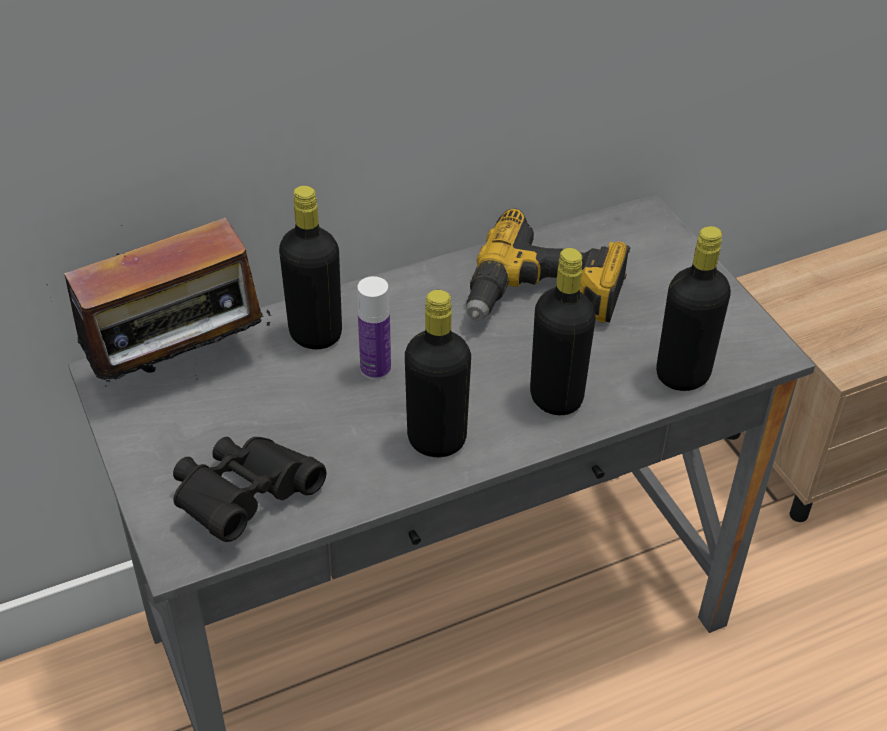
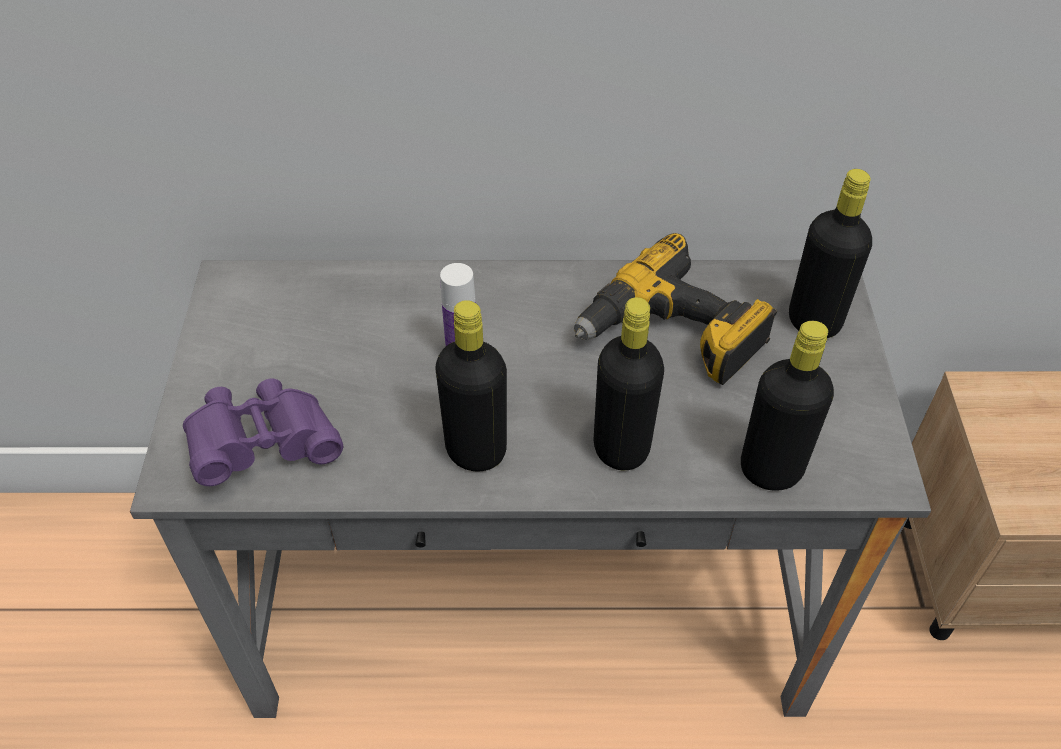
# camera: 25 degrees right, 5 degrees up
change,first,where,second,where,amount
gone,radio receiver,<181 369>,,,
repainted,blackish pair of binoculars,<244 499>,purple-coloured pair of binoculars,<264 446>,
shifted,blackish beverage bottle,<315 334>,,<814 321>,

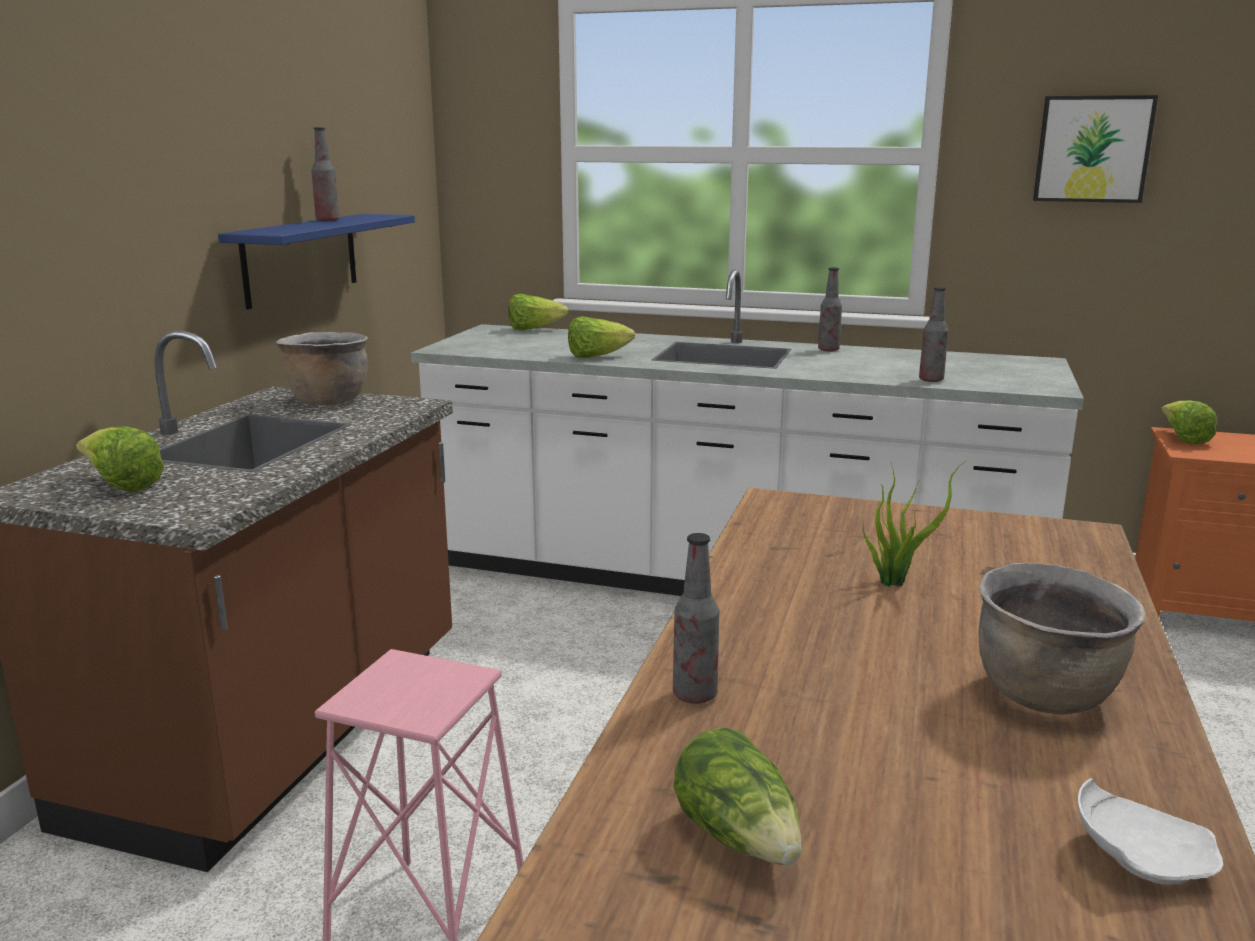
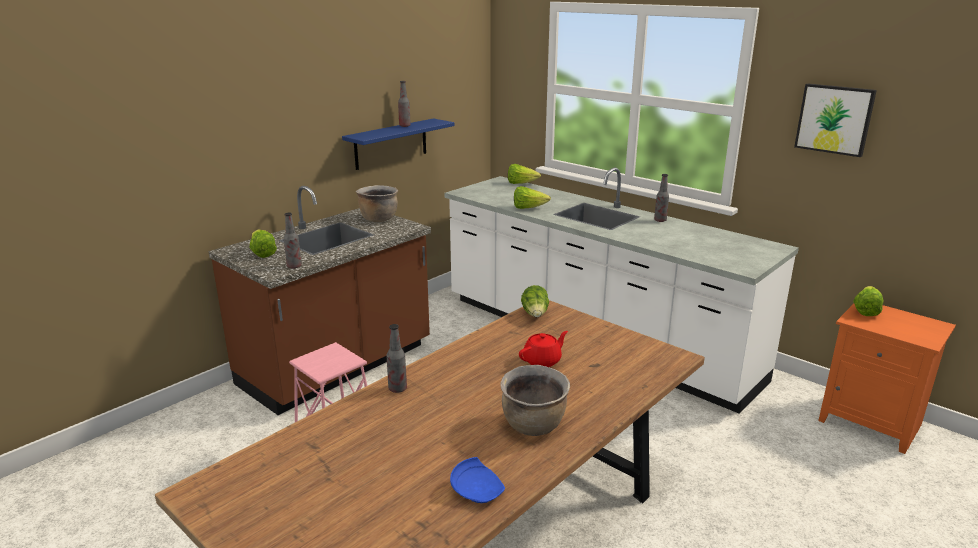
# camera: 25 degrees right, 5 degrees up
change,first,where,second,where,amount
shifted,lettuce,<739 837>,,<535 314>,
swapped,houseplant,<895 581>,red tea pot,<542 360>,
shifted,beverage bottle,<931 380>,,<294 266>,
repainted,white plate,<1139 857>,blue-coloured plate,<477 490>,

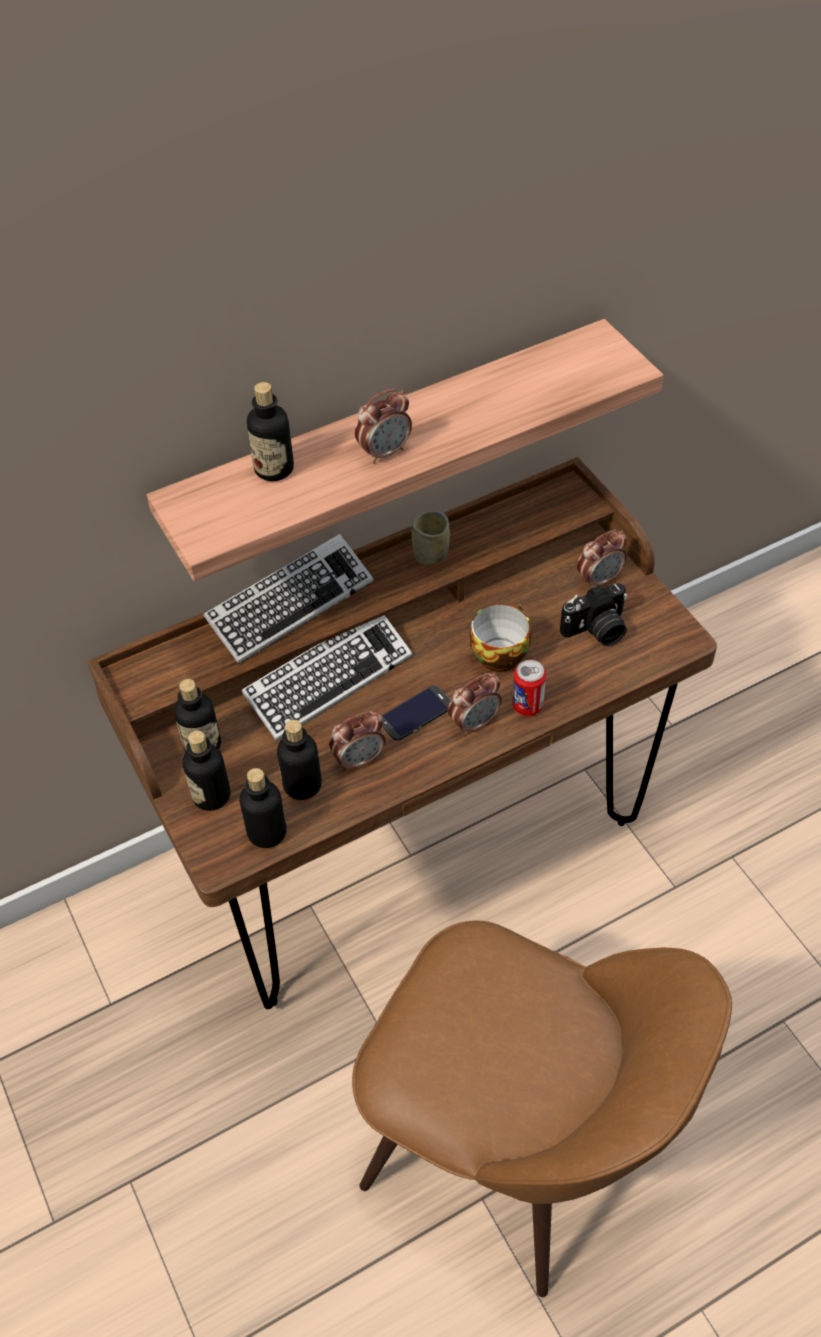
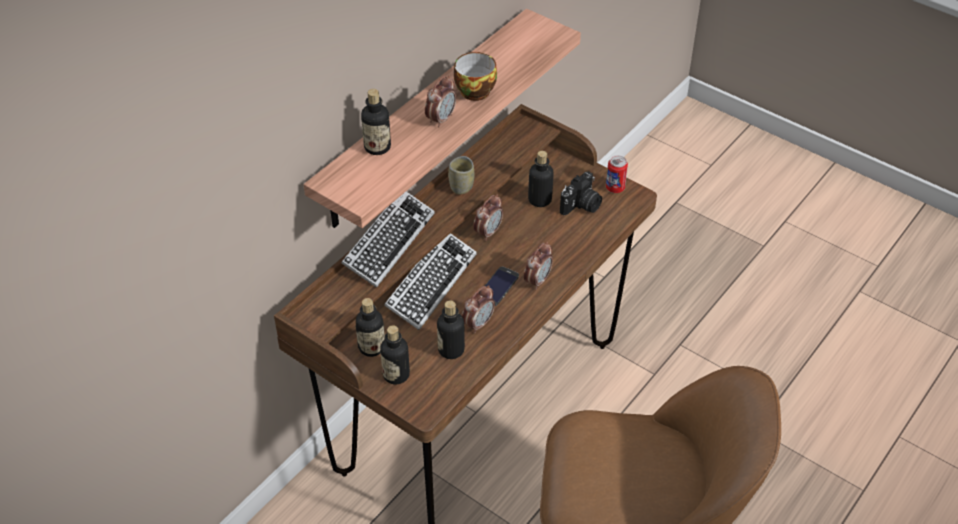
# camera: 25 degrees left, 5 degrees down
change,first,where,second,where,amount
shifted,beverage bottle,<267 832>,,<540 200>,
shifted,cup,<499 653>,,<474 90>,
shifted,sealed can,<527 706>,,<615 188>,
shifted,bedside clock,<599 579>,,<488 232>,

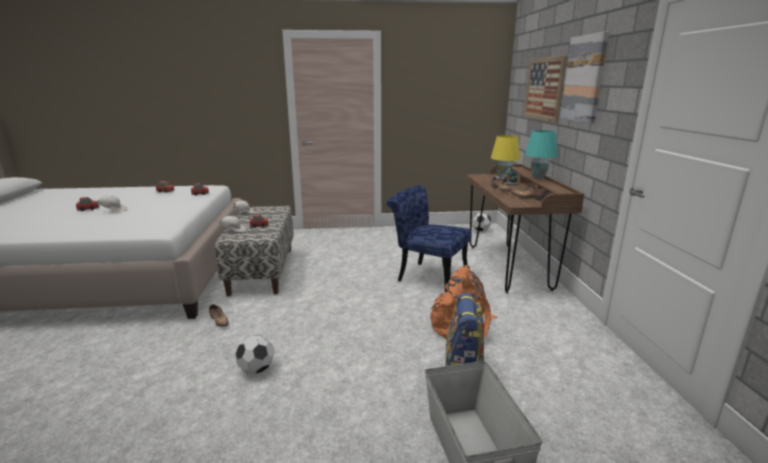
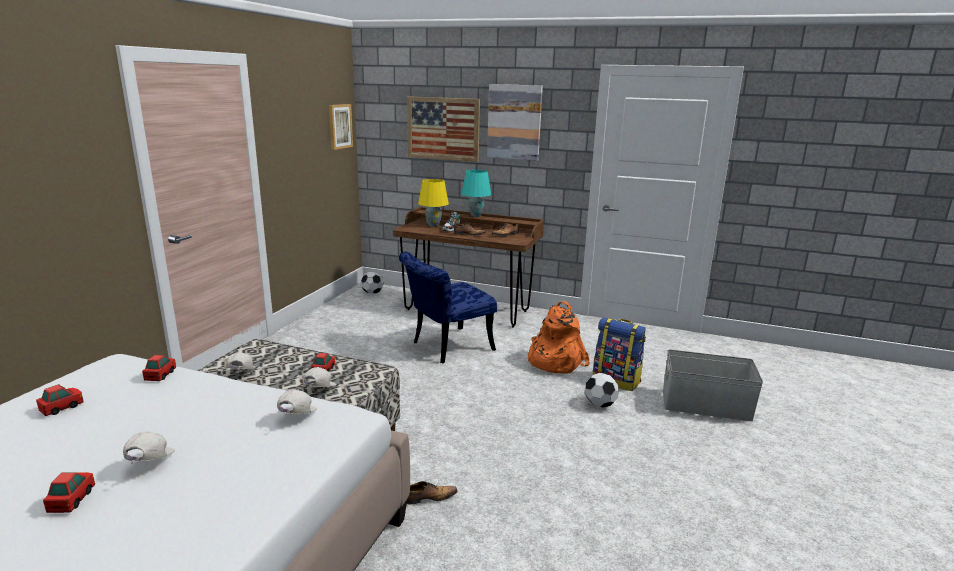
# camera: 65 degrees left, 0 degrees up
change,first,where,second,where,amount
shifted,football,<256 369>,,<599 404>,
new,,,white cap,<296 417>,
new,,,wall picture,<340 126>,

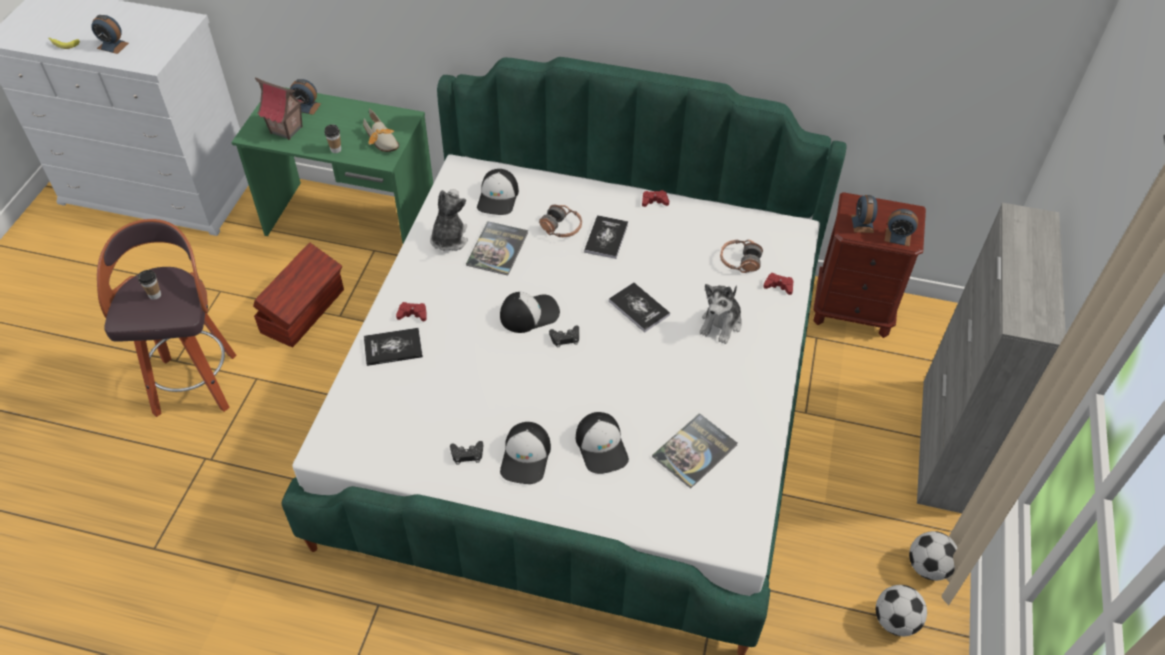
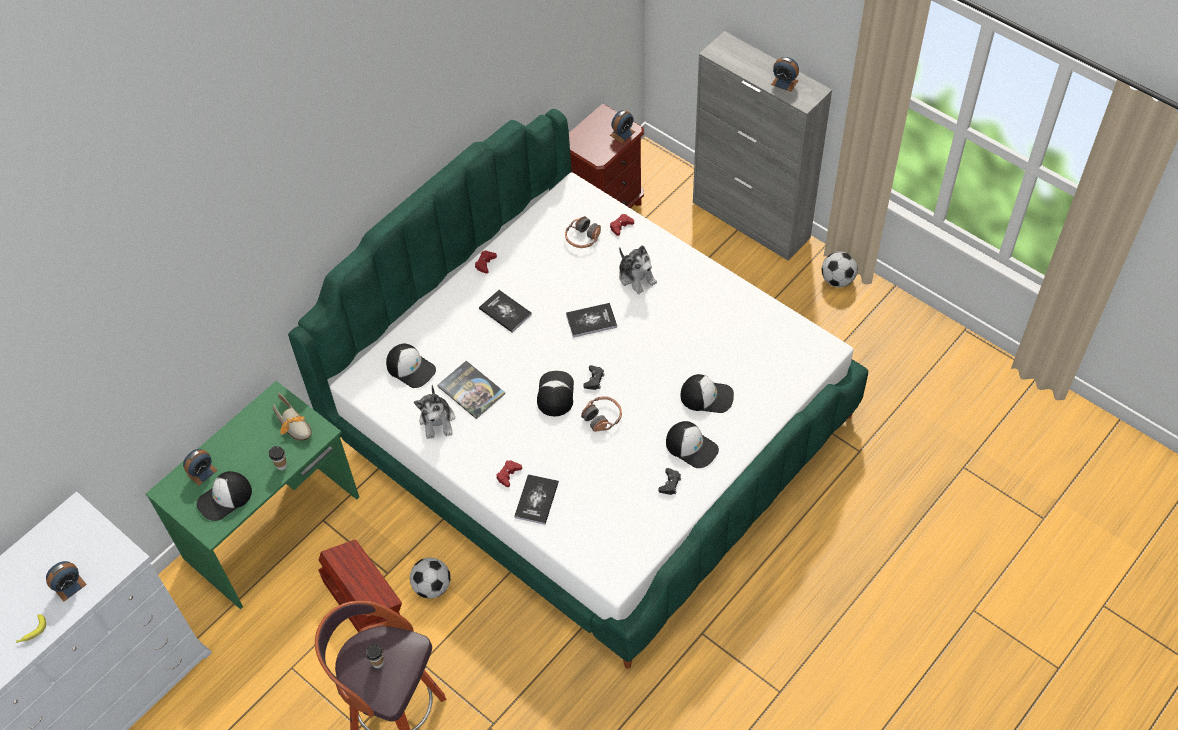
# camera: 60 degrees left, 5 degrees up
change,first,where,second,where,amount
swapped,model house,<286 130>,cap,<225 498>,
rotated,shoe,<382 140>,,<294 425>,60 degrees clockwise
rotated,cuddly toy,<449 239>,,<437 420>,135 degrees counterclockwise
shifted,headphones,<561 228>,,<602 417>,
gone,bound book,<694 451>,,,
shifted,bedside clock,<862 223>,,<784 82>,
shifted,football,<894 620>,,<432 587>,

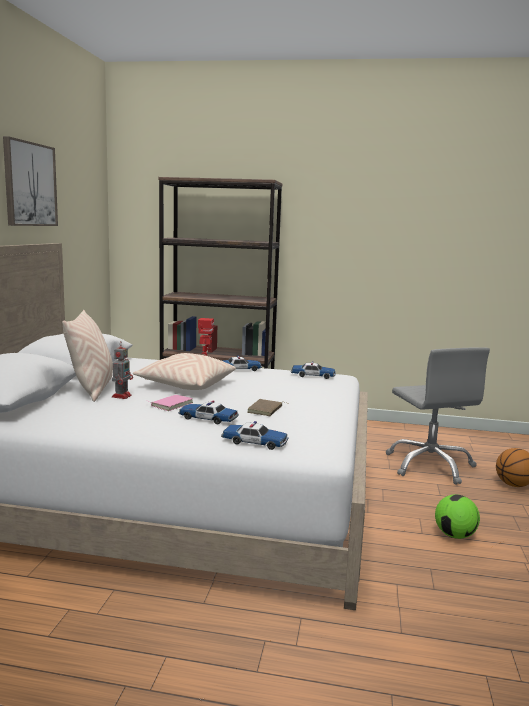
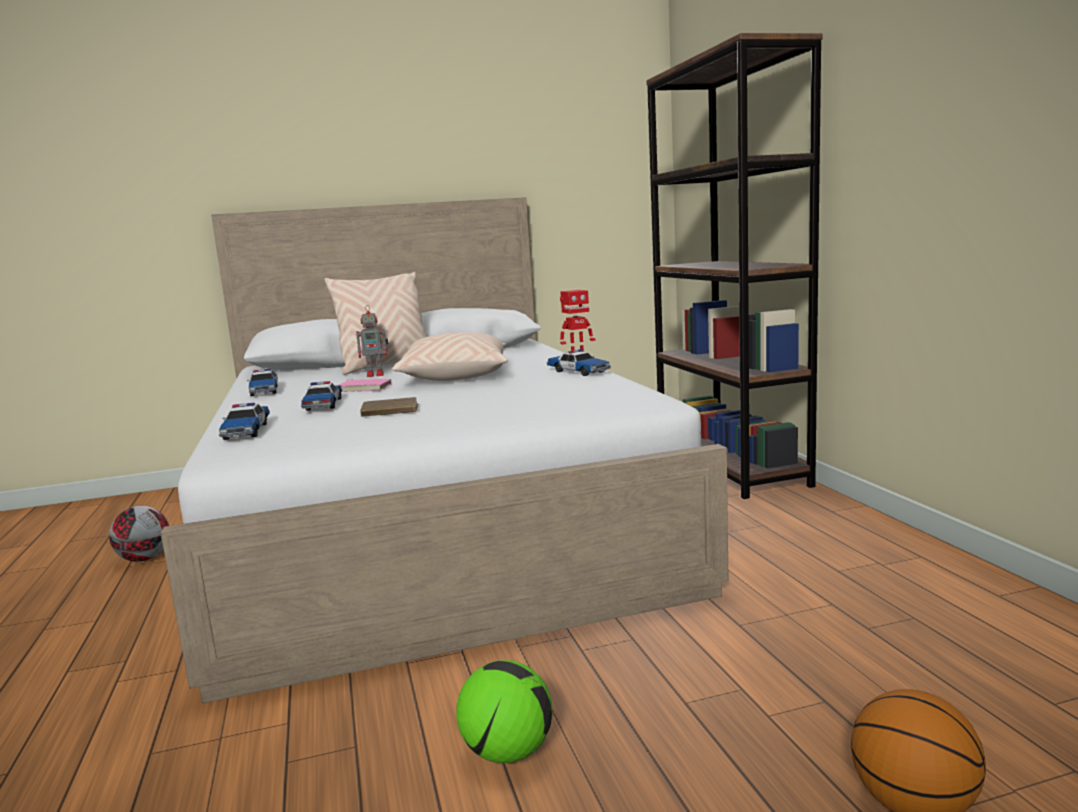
# camera: 65 degrees right, 0 degrees up
change,first,where,second,where,amount
gone,wall picture,<29 184>,,,
shifted,toy car,<313 375>,,<264 390>,
gone,gray desk chair,<430 465>,,,
new,,,football,<144 559>,

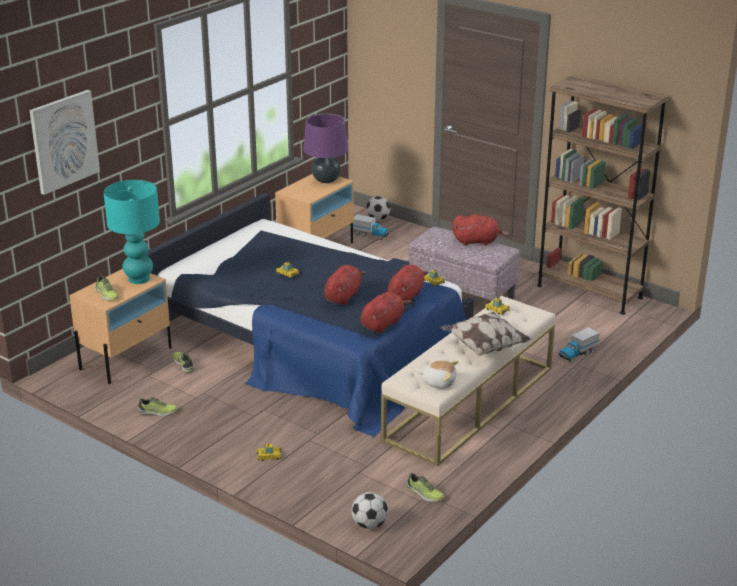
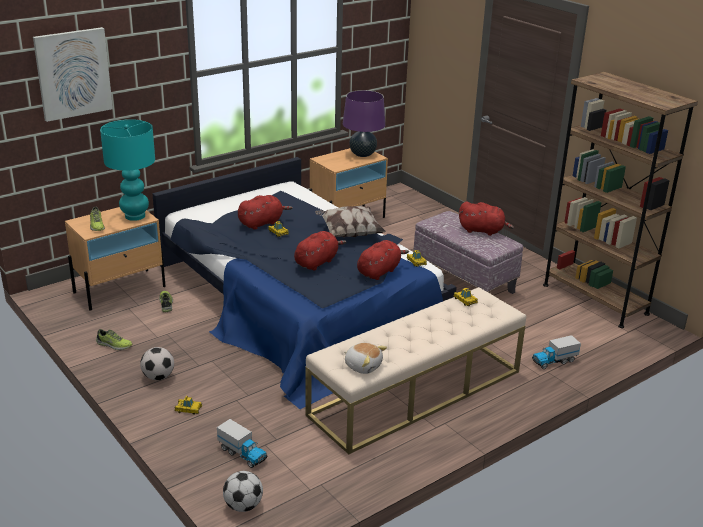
# camera: 15 degrees right, 0 degrees up
change,first,where,second,where,amount
shifted,toy lorry,<370 235>,,<243 454>,
shifted,red cuddly toy,<383 324>,,<262 223>,
shifted,football,<378 219>,,<158 377>,
gone,shoe,<424 494>,,,
shifted,cushion,<484 346>,,<349 233>,

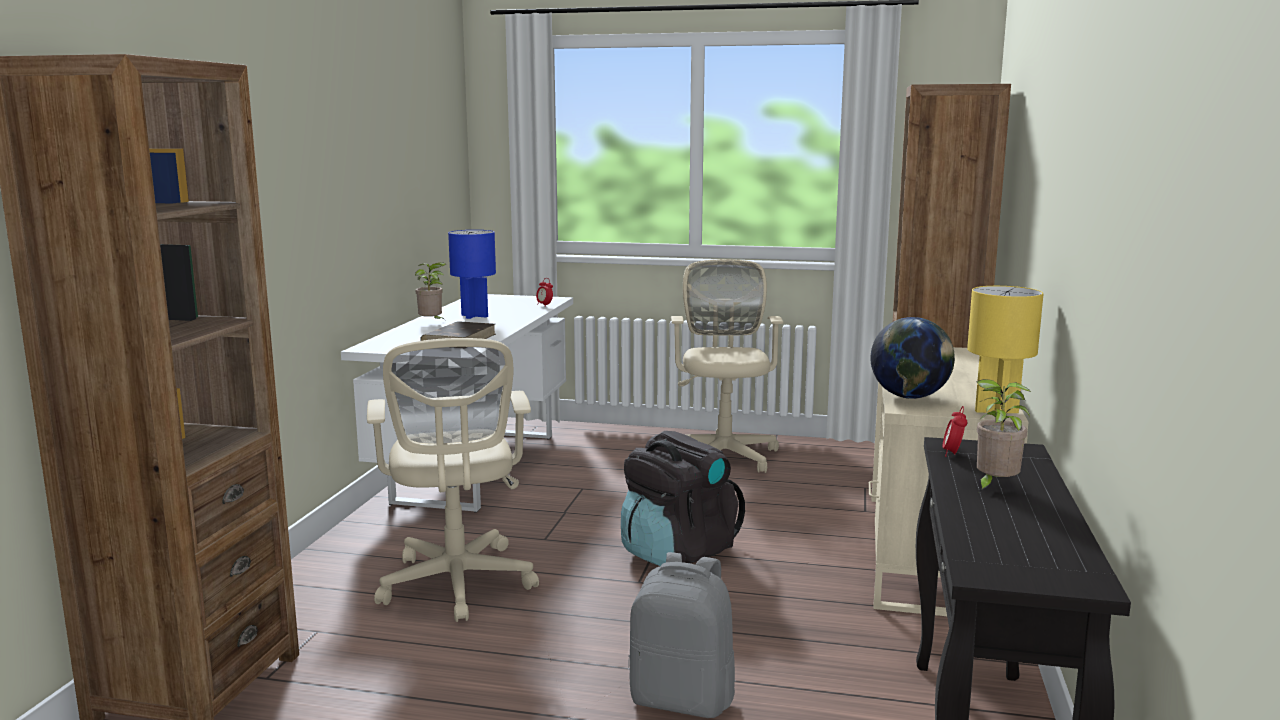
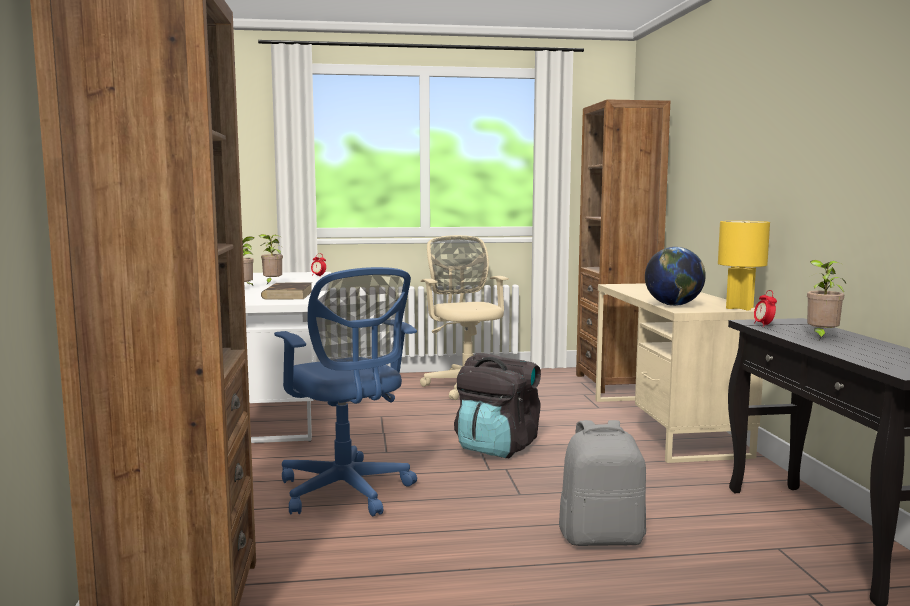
# camera: 20 degrees left, 5 degrees down
change,first,where,second,where,amount
repainted,beige-coloured desk chair,<457 586>,blue-coloured desk chair,<347 492>,
swapped,blue-coloured lamp for a table,<474 316>,houseplant,<272 283>,

